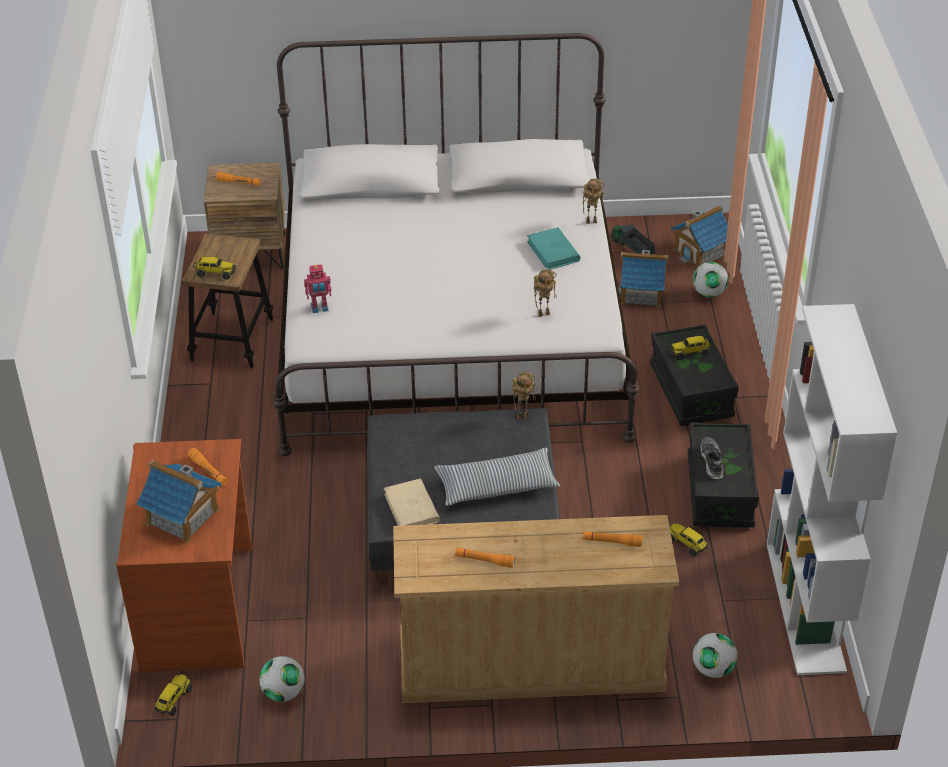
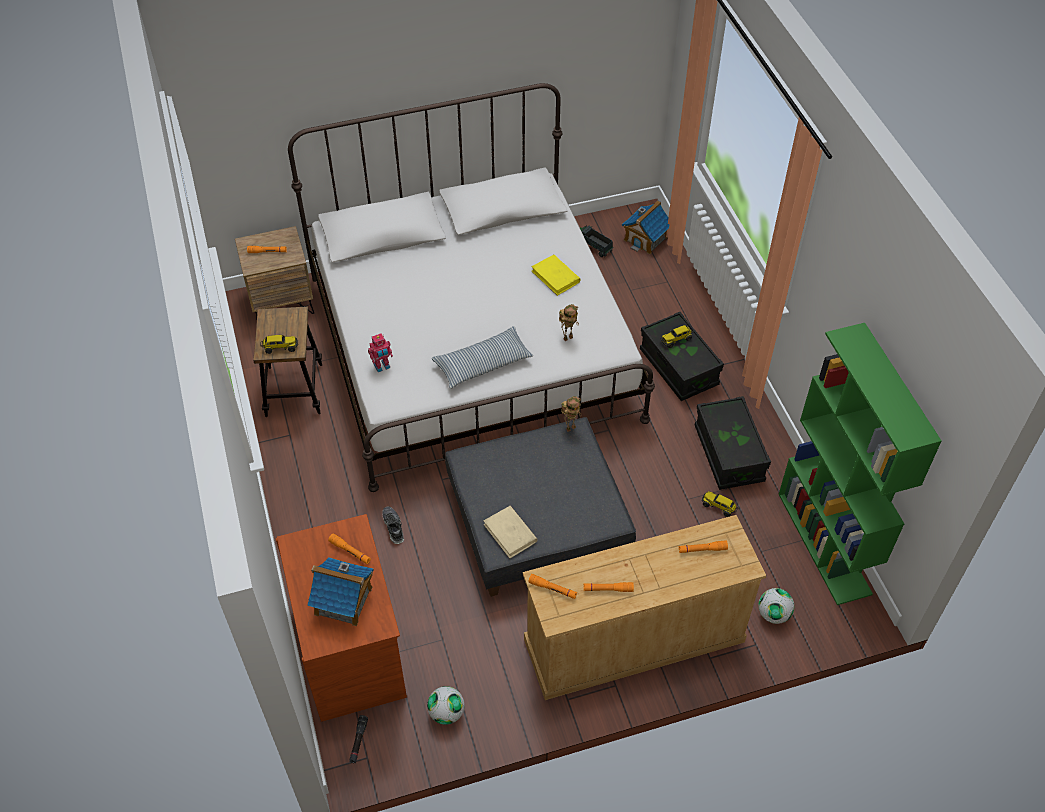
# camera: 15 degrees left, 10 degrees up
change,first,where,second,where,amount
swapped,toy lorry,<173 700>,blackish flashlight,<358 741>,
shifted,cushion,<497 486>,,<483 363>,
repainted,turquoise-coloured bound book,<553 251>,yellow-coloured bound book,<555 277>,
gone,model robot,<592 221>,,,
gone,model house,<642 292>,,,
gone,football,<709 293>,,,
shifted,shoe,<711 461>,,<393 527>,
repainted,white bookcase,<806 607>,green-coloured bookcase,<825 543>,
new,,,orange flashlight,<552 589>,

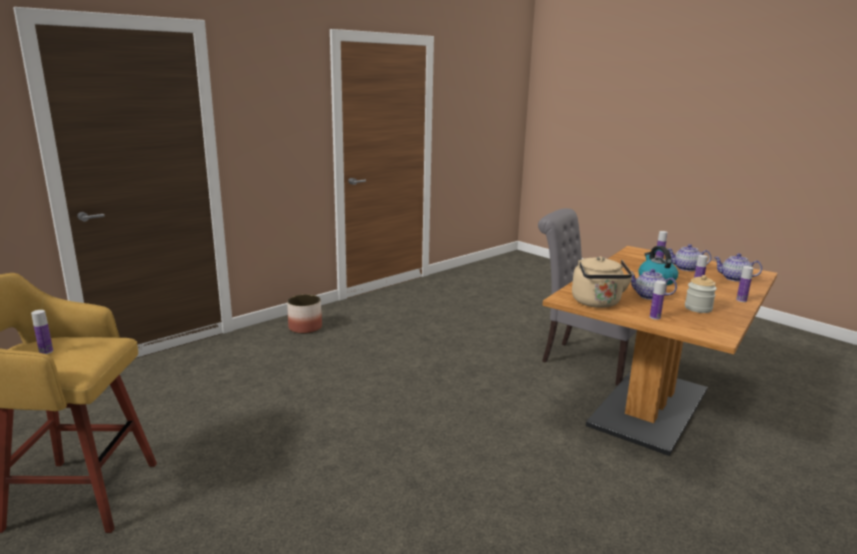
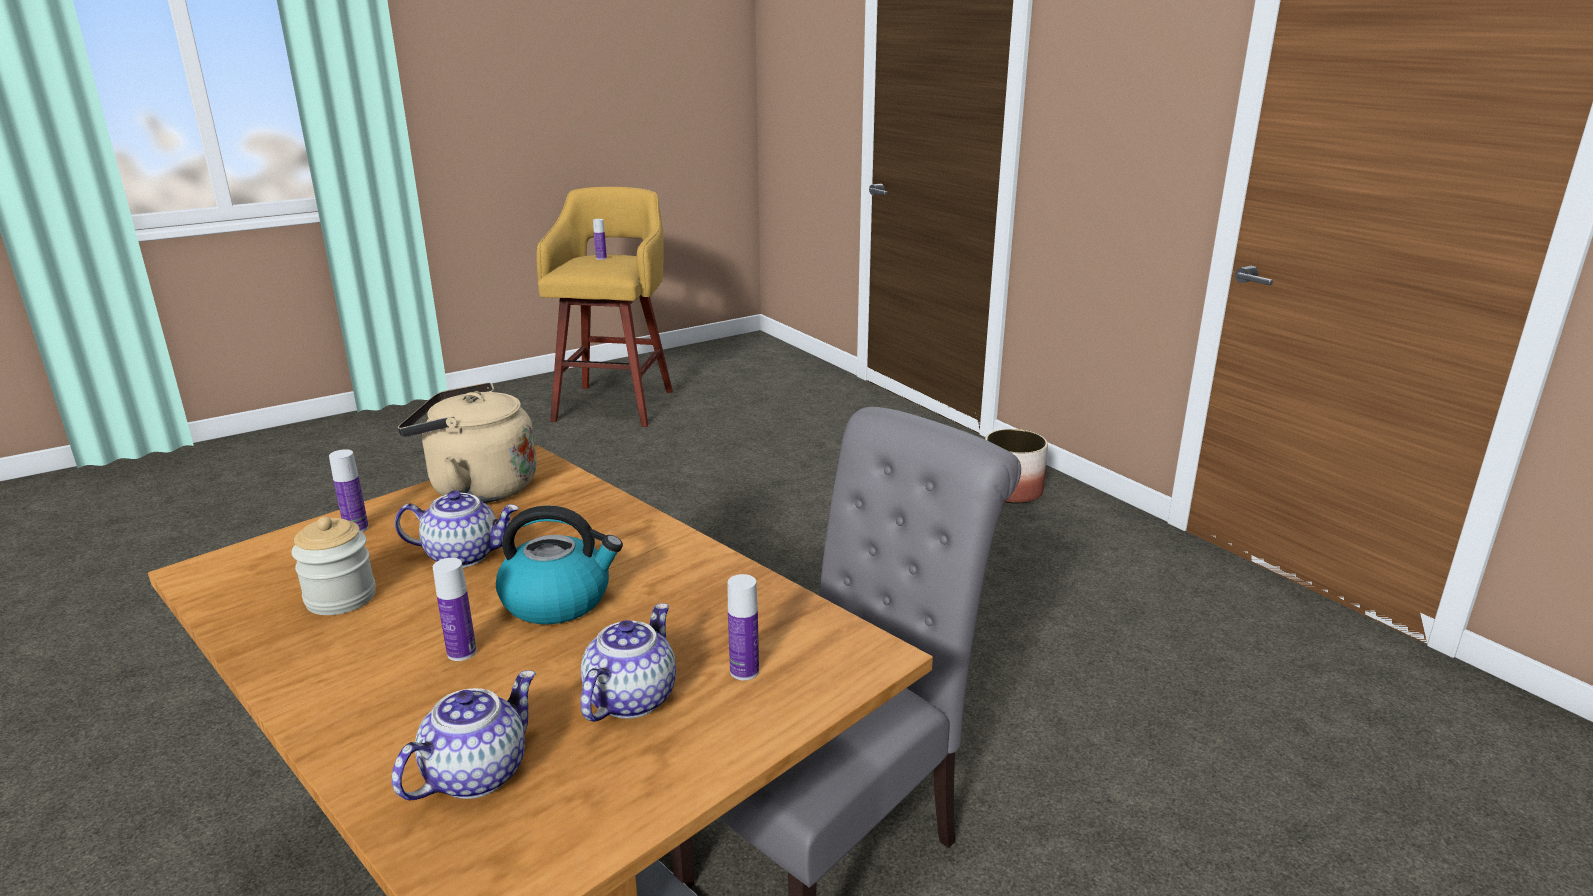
# camera: 100 degrees right, 5 degrees up
change,first,where,second,where,amount
rotated,tea pot,<648 296>,,<464 555>,45 degrees clockwise
gone,beverage bottle,<741 300>,,,

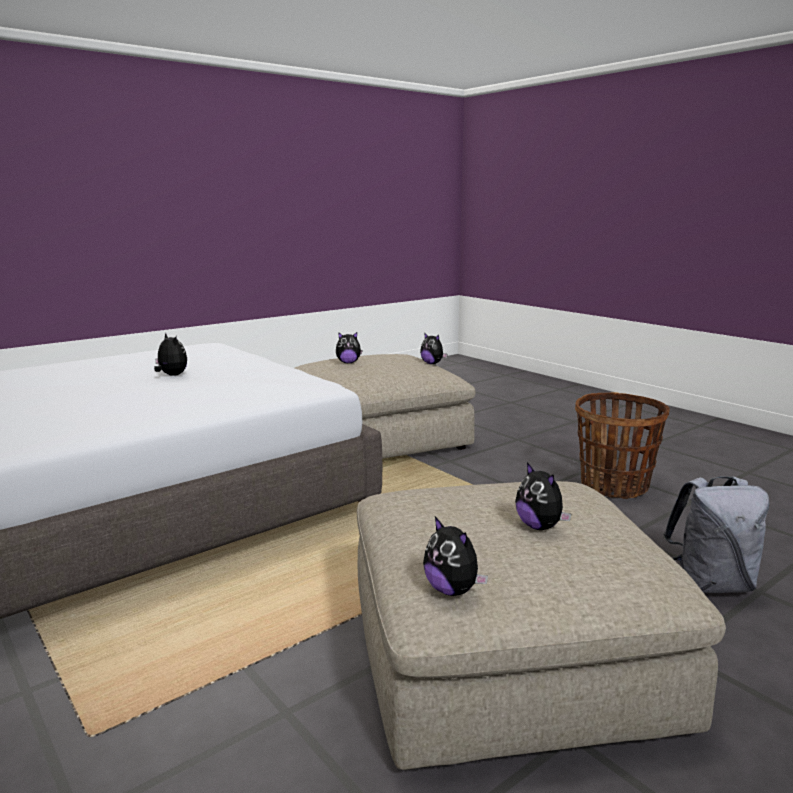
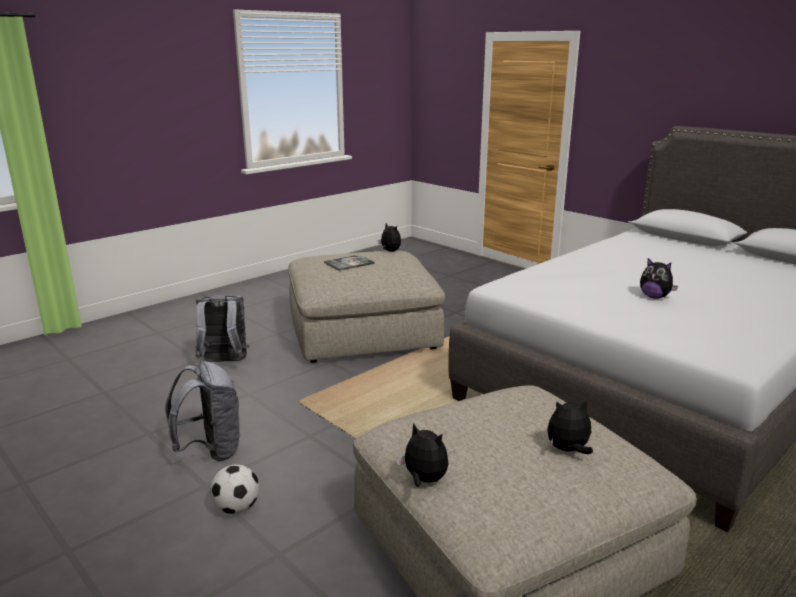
# camera: 175 degrees right, 5 degrees up
change,first,where,second,where,amount
swapped,cuddly toy,<540 526>,bound book,<349 263>,
swapped,basket,<614 486>,gray knapsack,<211 451>,
new,,,football,<237 508>,

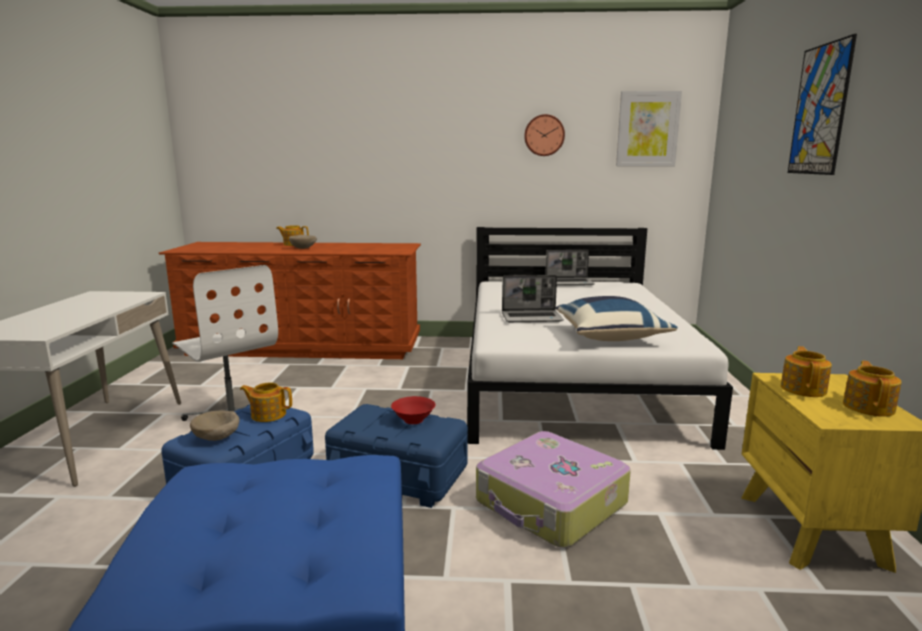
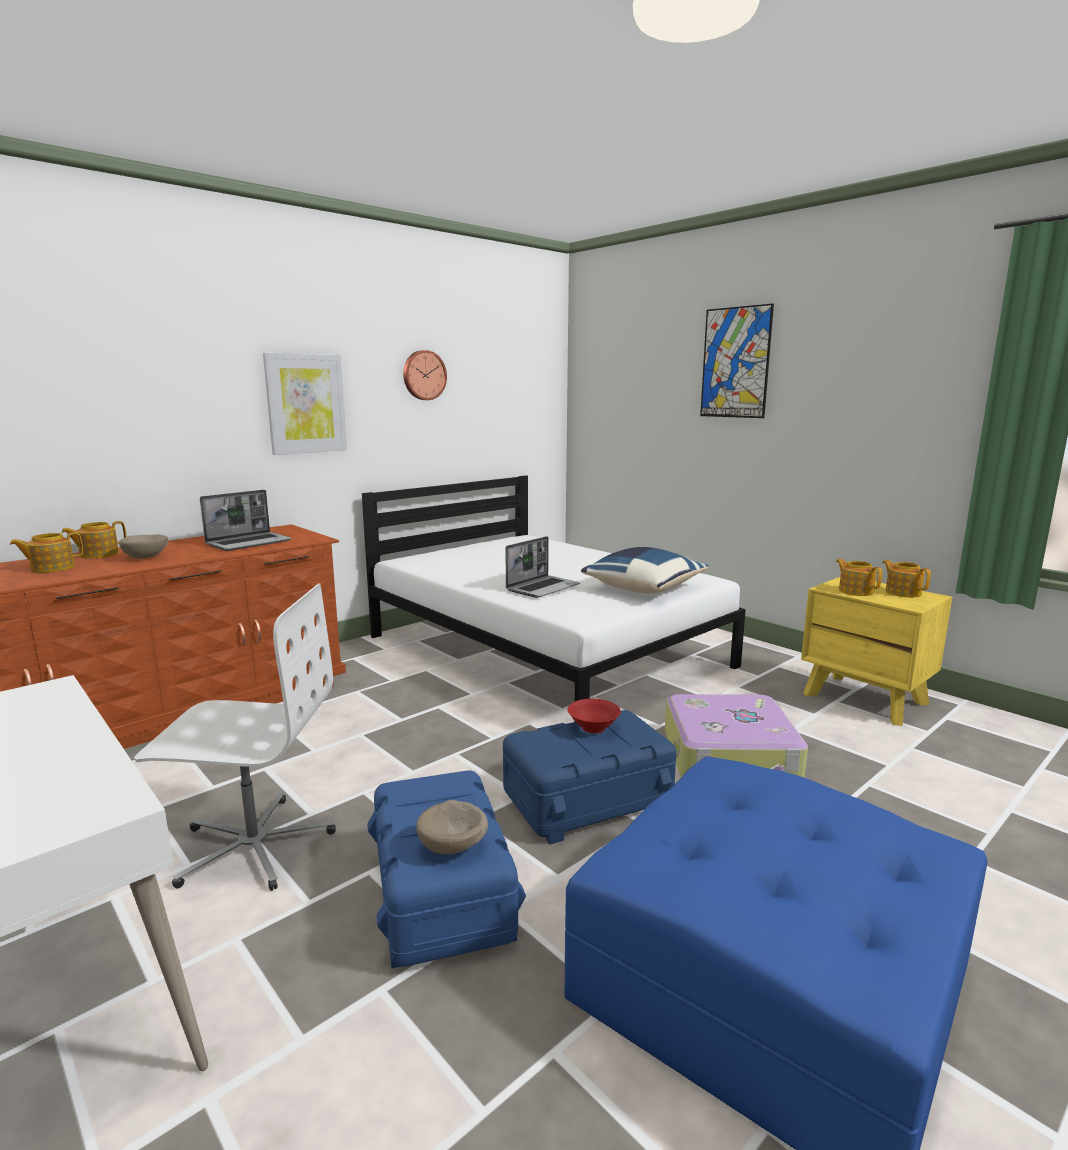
# camera: 45 degrees left, 0 degrees up
change,first,where,second,where,amount
shifted,tea pot,<268 414>,,<51 568>,
shifted,laptop,<569 283>,,<249 543>,
shifted,wall picture,<647 129>,,<306 404>,

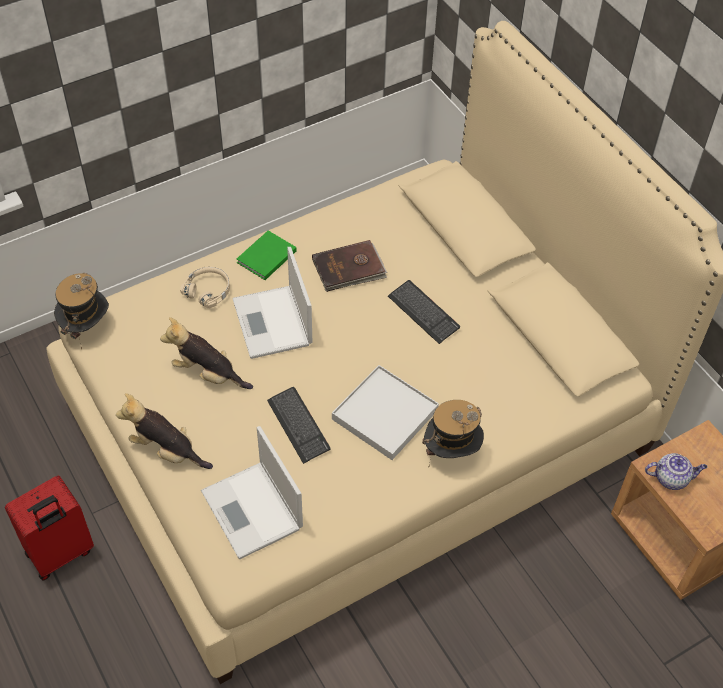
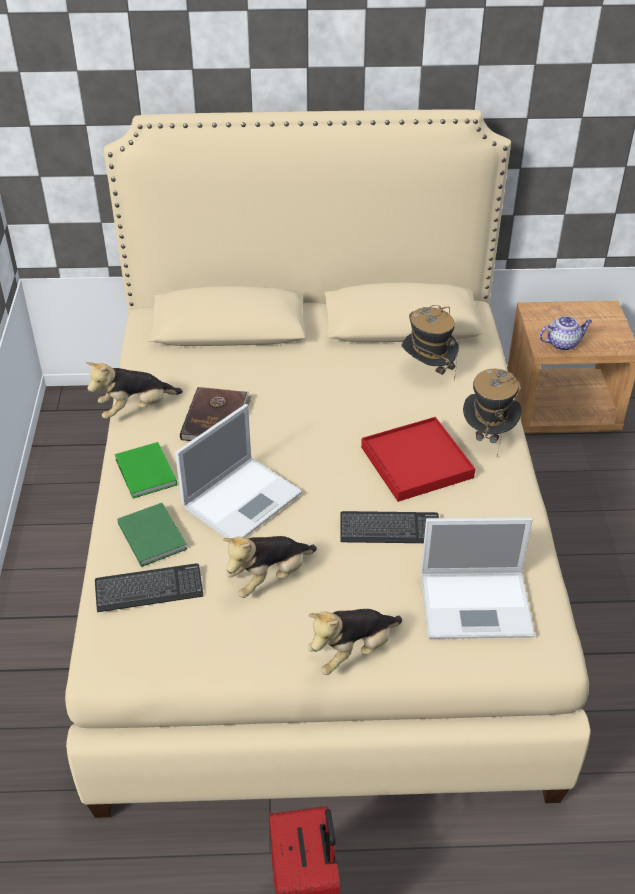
# camera: 60 degrees left, 10 degrees down
change,first,where,second,where,amount
shifted,wearable hat,<86 328>,,<428 371>,
swapped,beige-coloured headphones,<208 290>,green-coloured bound book,<152 535>,
rotated,laptop,<273 323>,,<243 498>,60 degrees counterclockwise
repainted,white serving tray,<385 414>,red serving tray,<416 462>,
shifted,PC keyboard,<423 313>,,<149 589>,
rotated,tea pot,<671 478>,,<563 343>,45 degrees clockwise
new,,,cuddly toy,<135 409>,

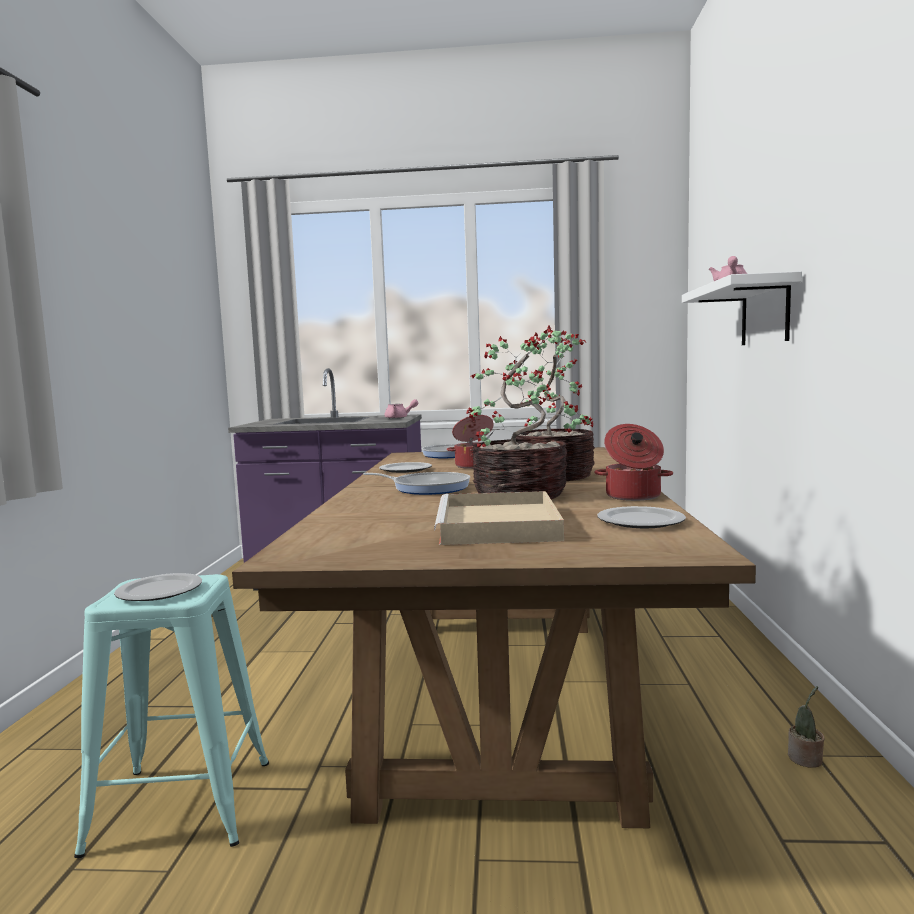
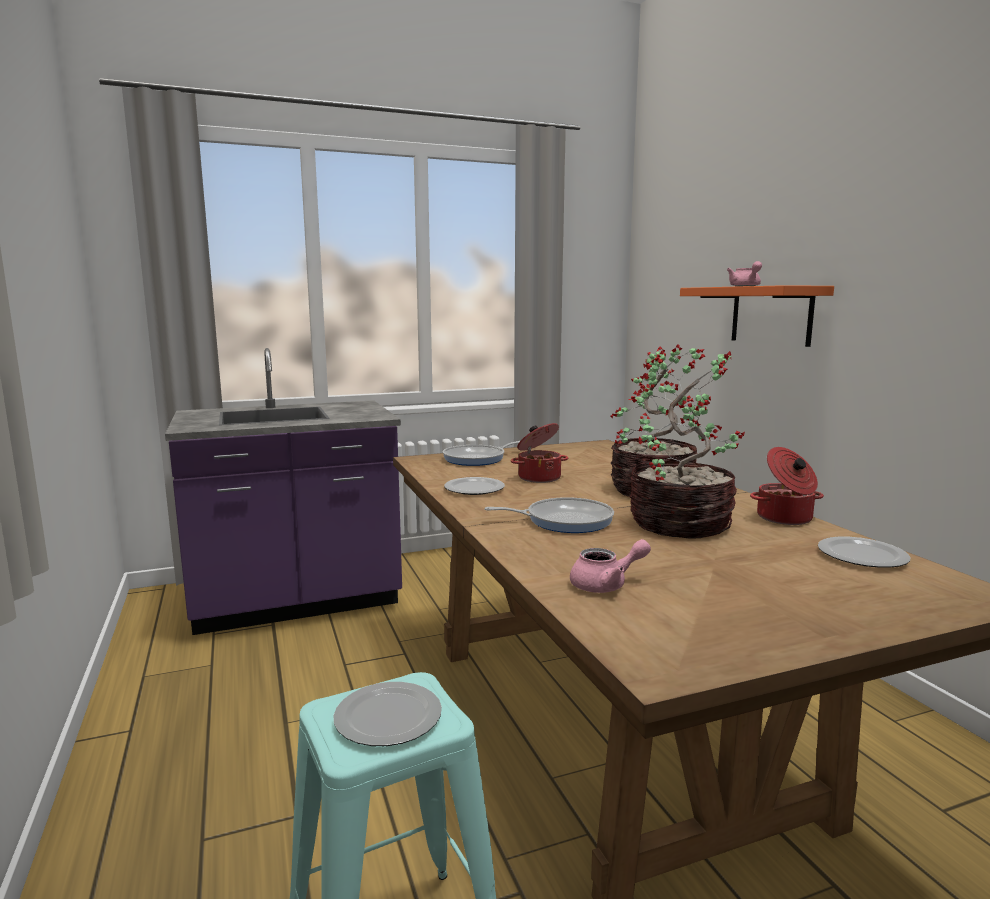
# camera: 25 degrees left, 5 degrees up
change,first,where,second,where,amount
shifted,pinkish tea pot,<399 418>,,<606 585>,
gone,beige-coloured serving tray,<499 525>,,,
repainted,white wall shelf,<765 313>,orange wall shelf,<771 315>,
gone,houseplant,<806 760>,,,

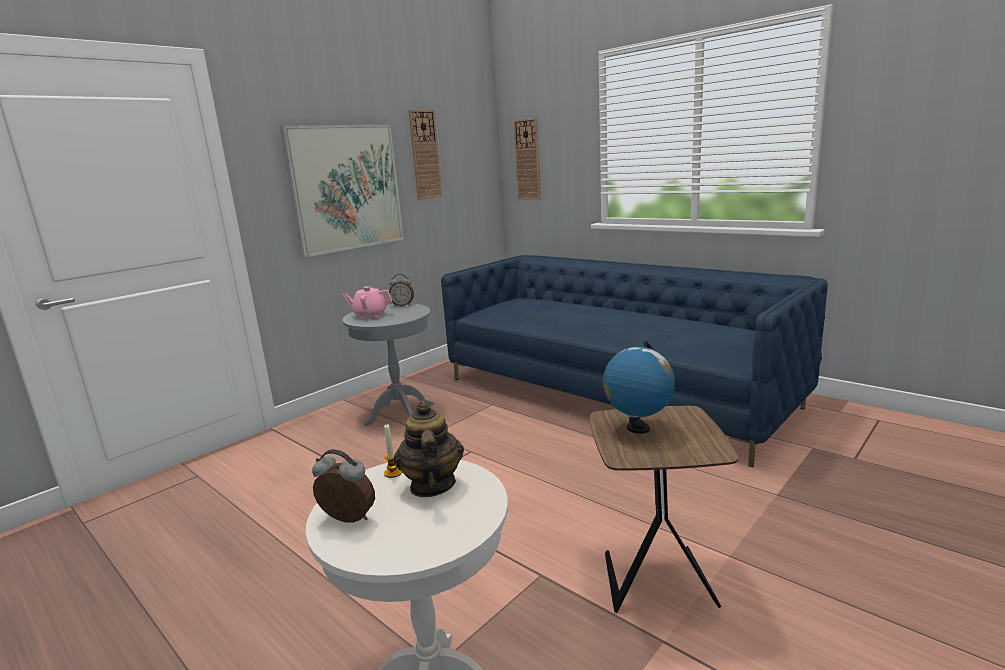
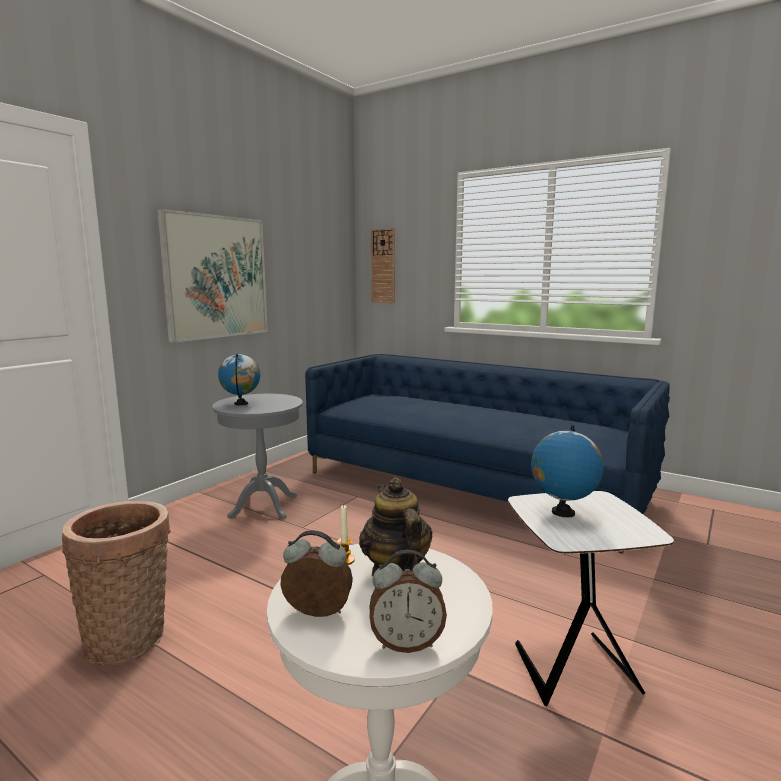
# camera: 10 degrees left, 5 degrees down
change,first,where,second,where,amount
swapped,pinkish tea pot,<370 315>,globe,<241 404>,
shifted,bedside clock,<403 305>,,<407 643>,
gone,hanging clock,<425 154>,,,
repainted,brown-coloured side table,<654 577>,white side table,<571 666>,
new,,,basket,<130 637>,

